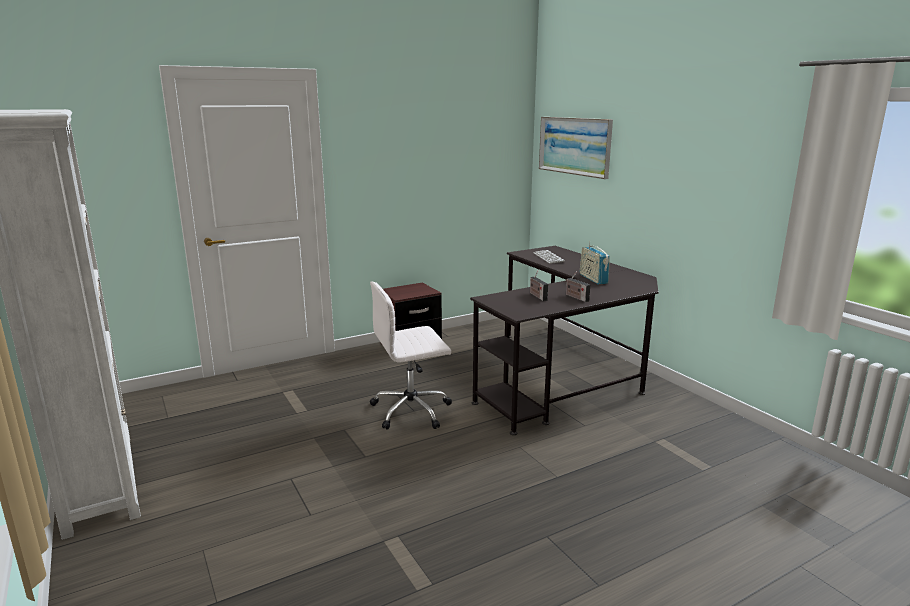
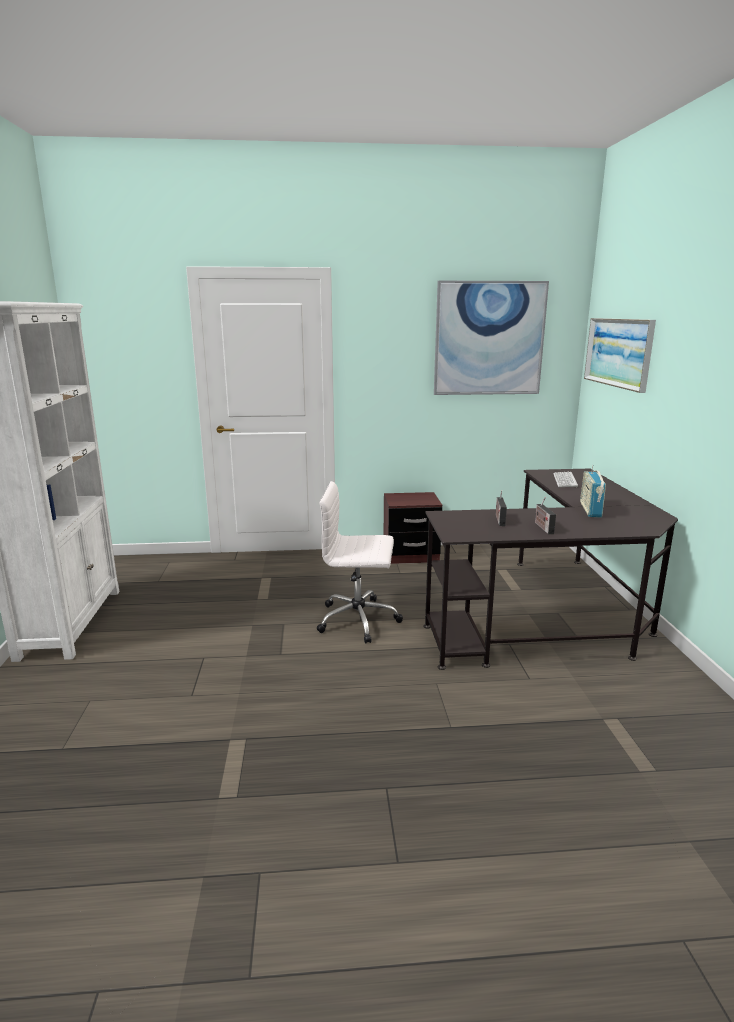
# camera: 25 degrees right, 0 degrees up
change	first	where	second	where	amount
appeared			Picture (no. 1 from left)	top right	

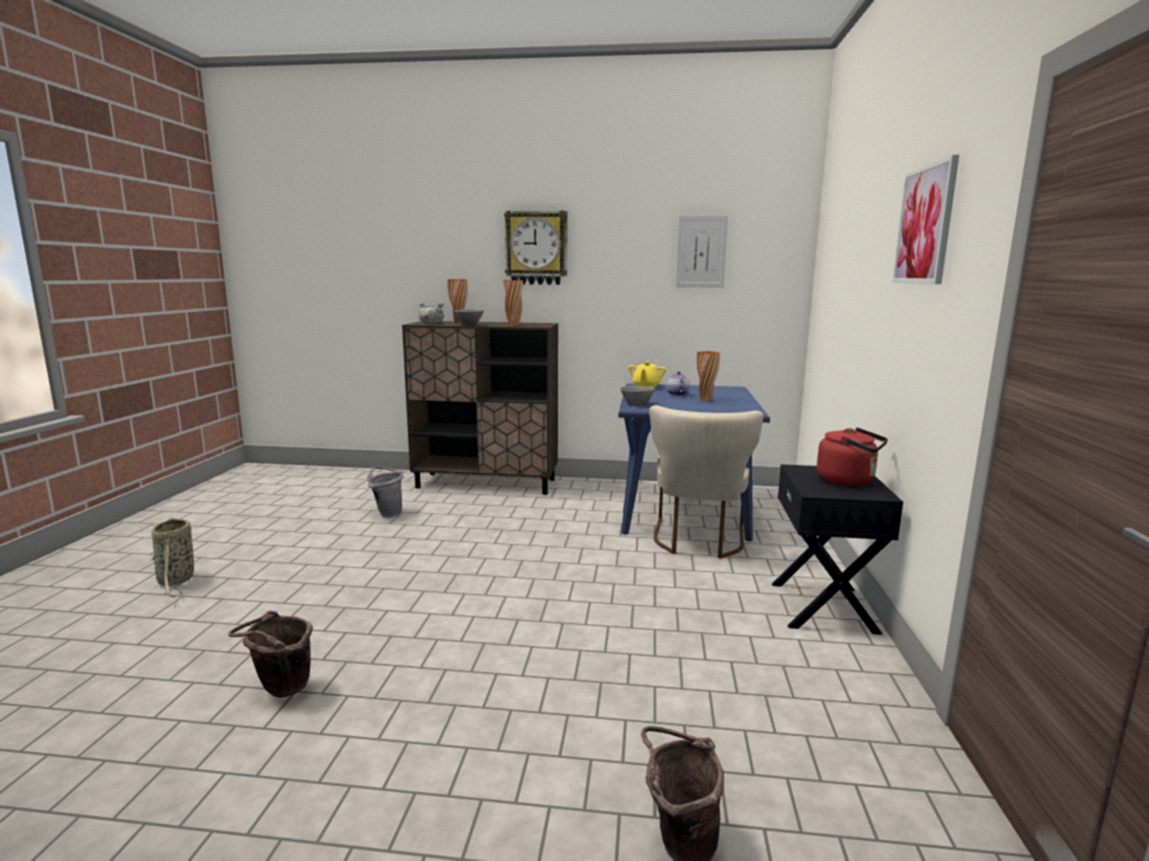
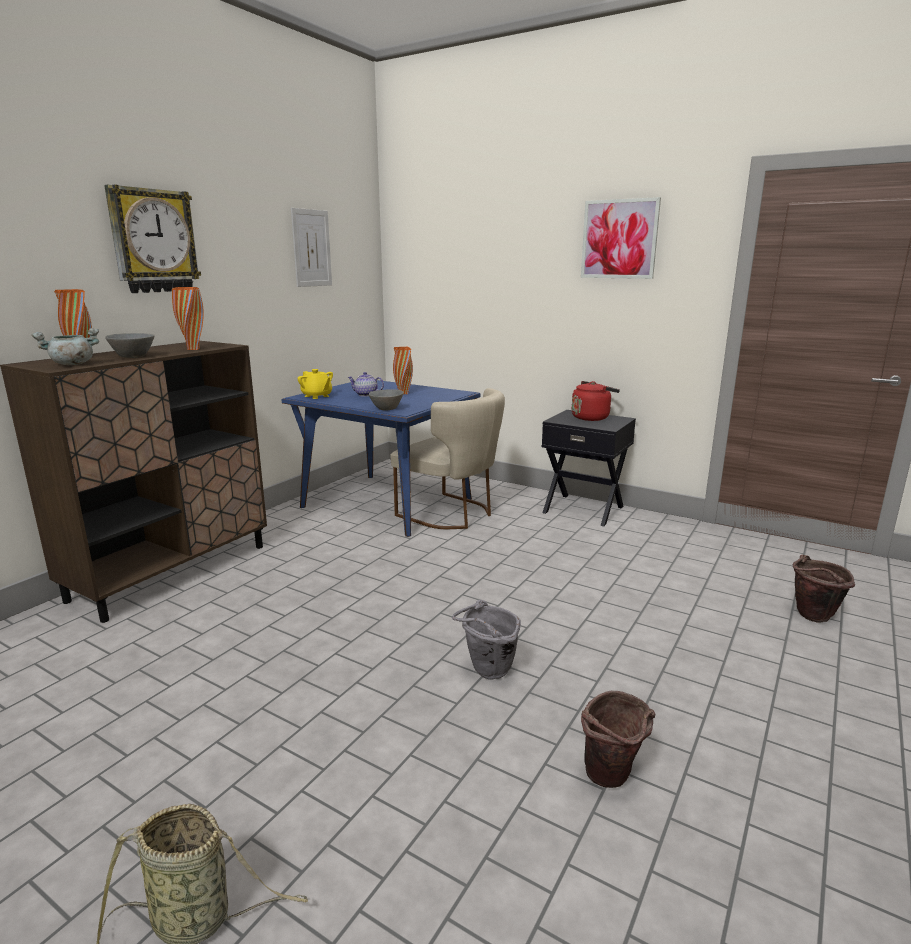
# camera: 65 degrees left, 5 degrees up
change	first	where	second	where	amount
relocated	GreyishPail	centre		bottom centre	

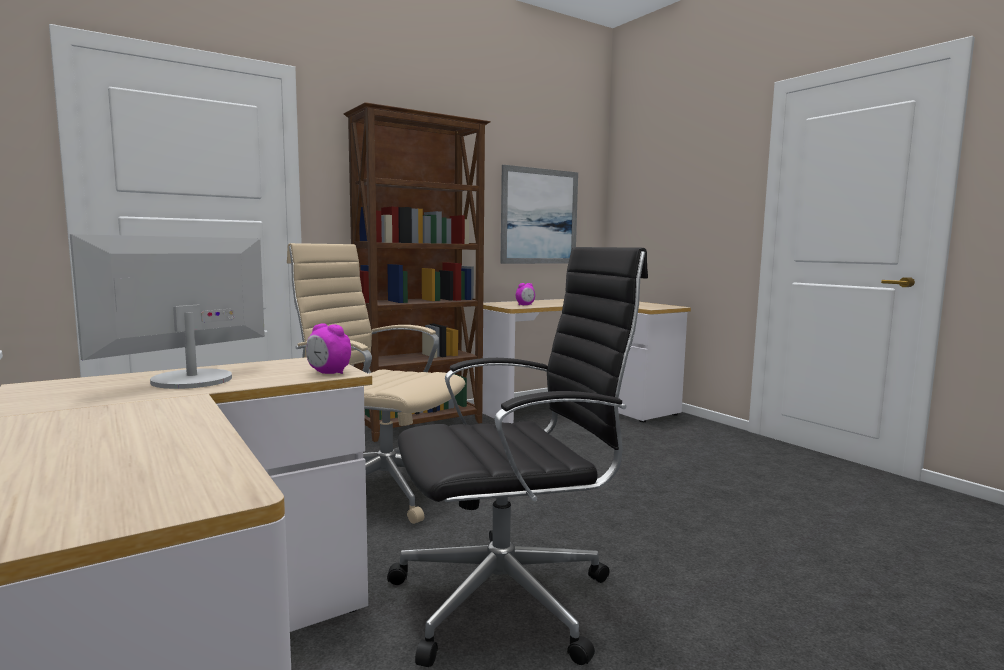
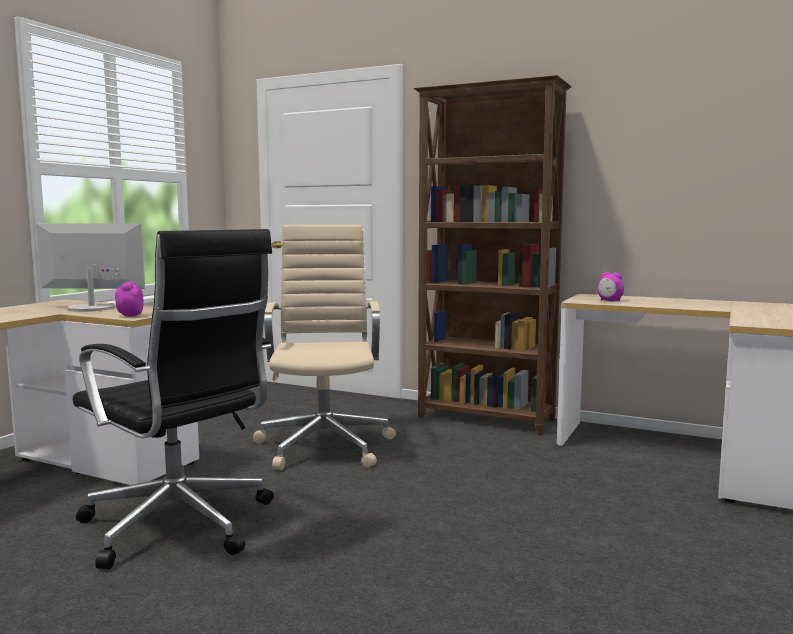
# camera: 60 degrees right, 0 degrees up
change	first	where	second	where	amount
missing	Picture	top centre			

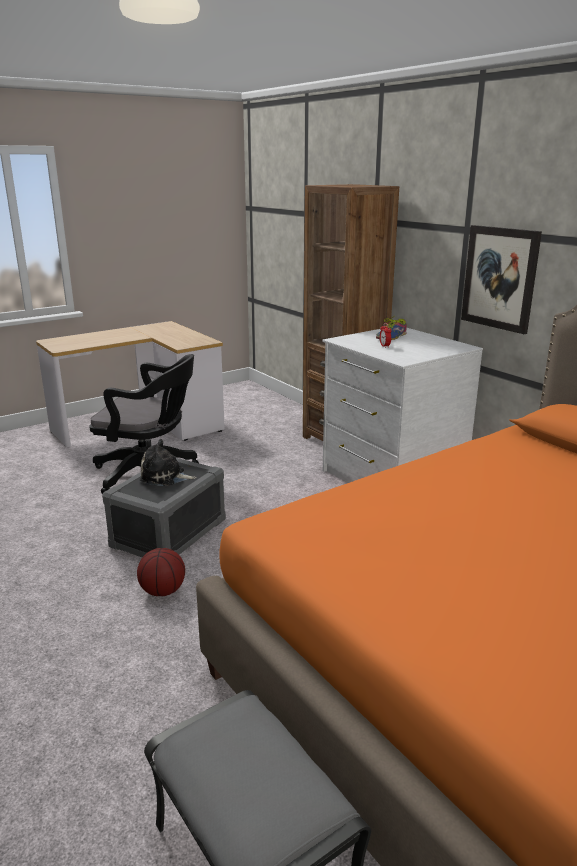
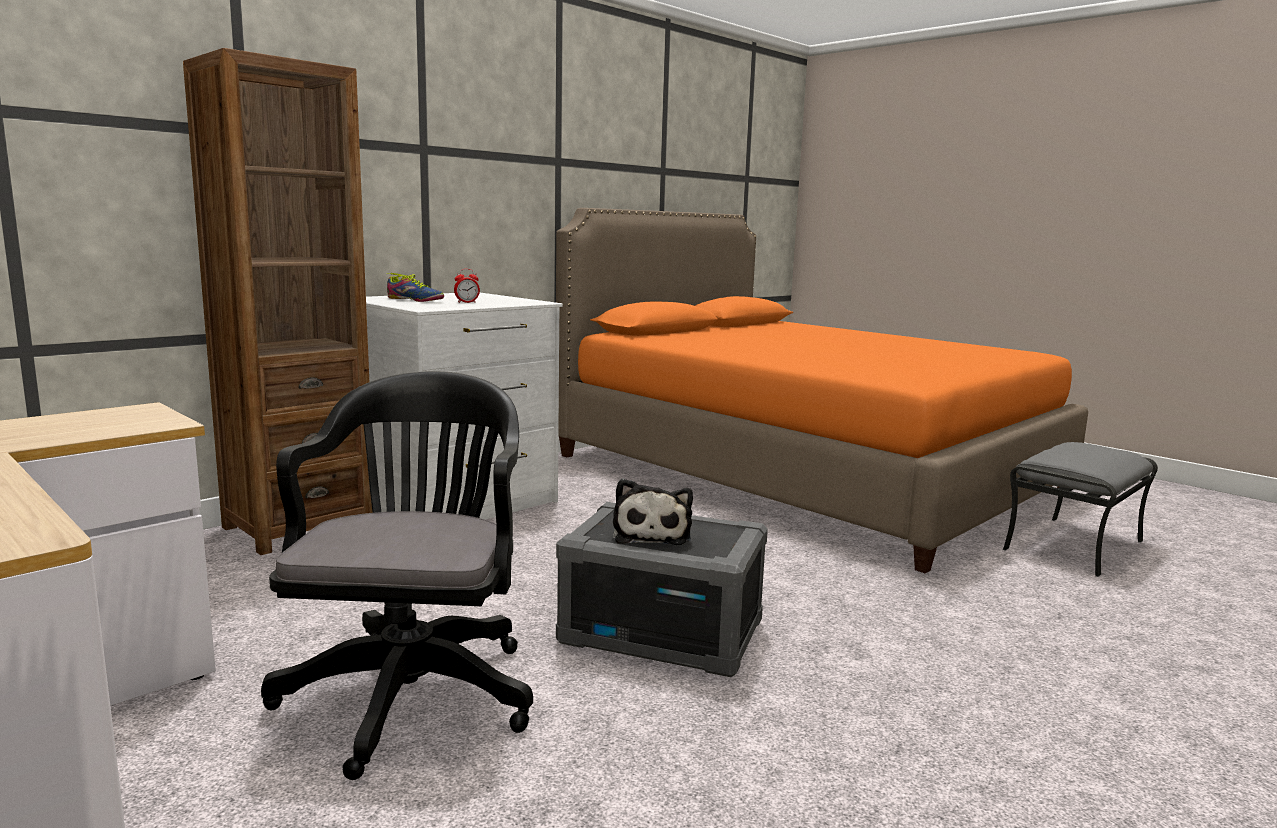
# camera: 100 degrees left, 10 degrees down
change	first	where	second	where	amount
missing	BallForBasketball	middle left			
missing	Picture	top right			

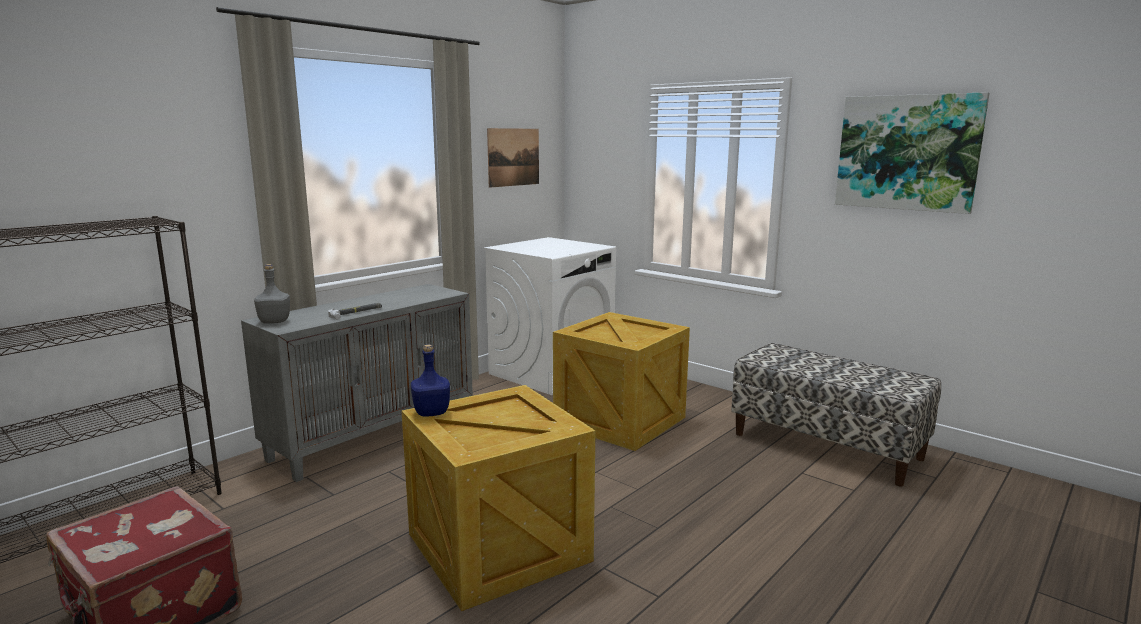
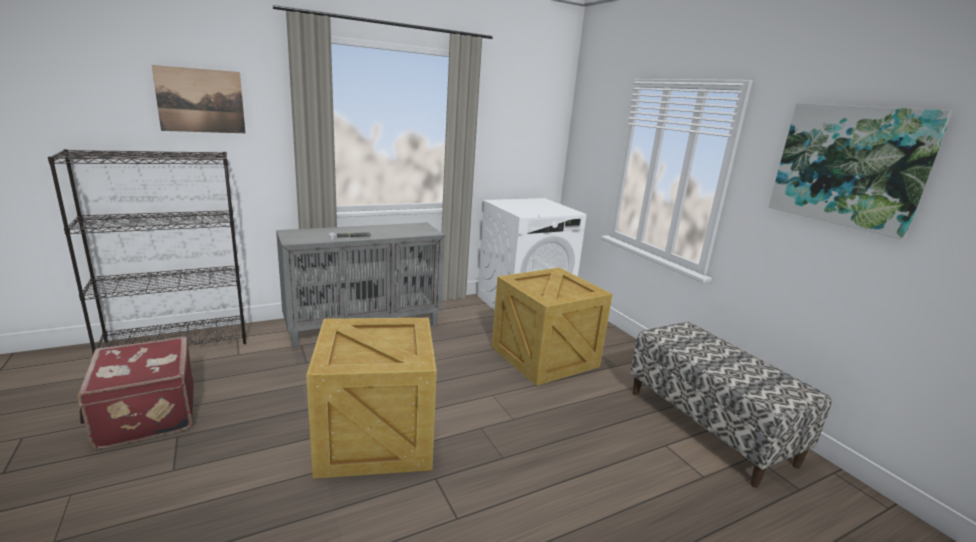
# camera: 20 degrees right, 5 degrees up
change	first	where	second	where	amount
missing	GreyishBottle	middle left			
missing	BlueBottle	centre			
relocated	Picture (no. 1 from left)	top centre		top left	

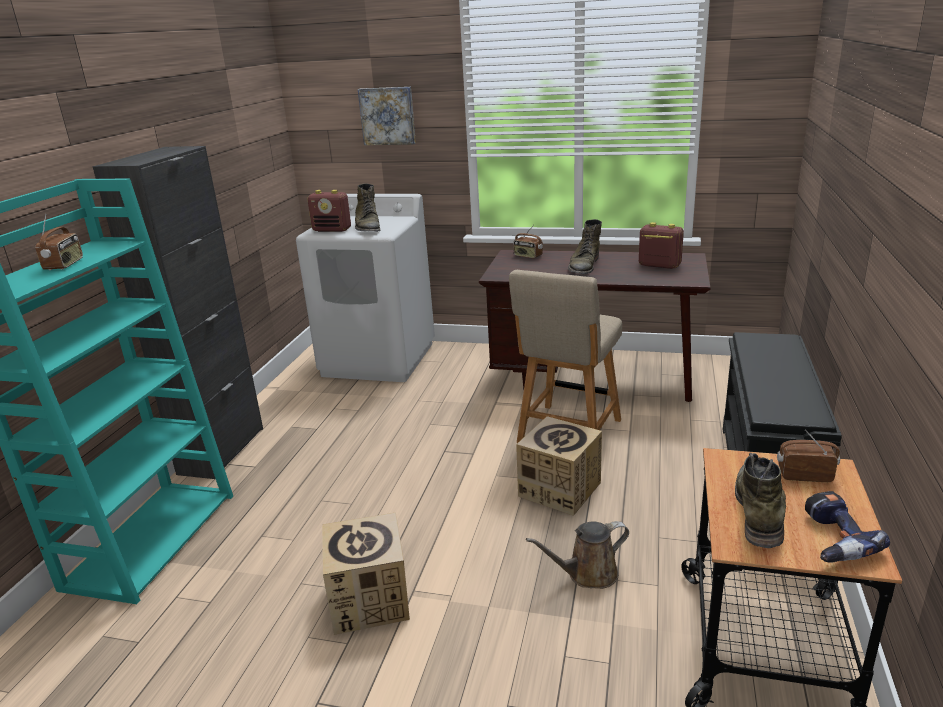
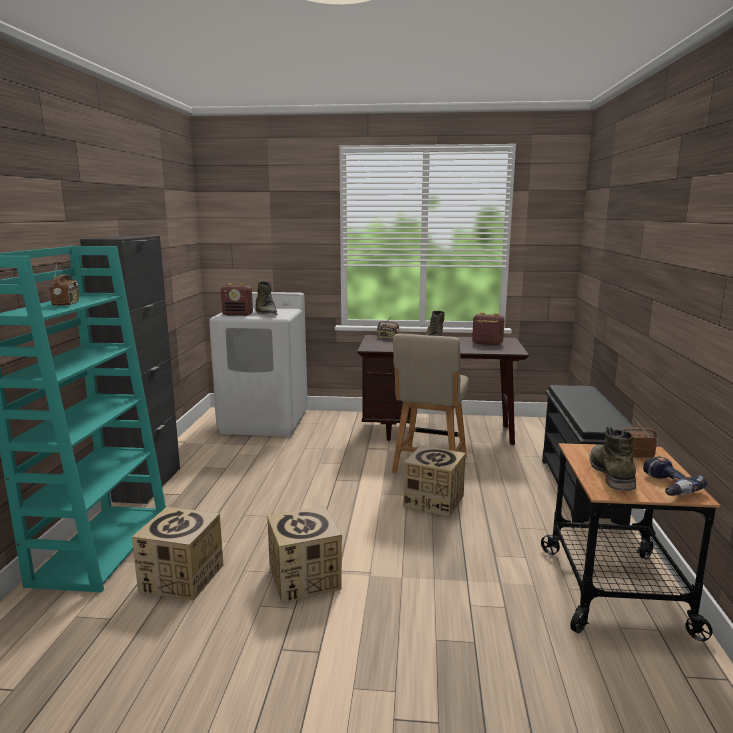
# camera: 10 degrees left, 10 degrees down
change	first	where	second	where	amount
missing	Picture	top centre			
missing	BrownWateringCan	bottom centre			
appeared			PackingBox (no. 1 from left)	bottom left	

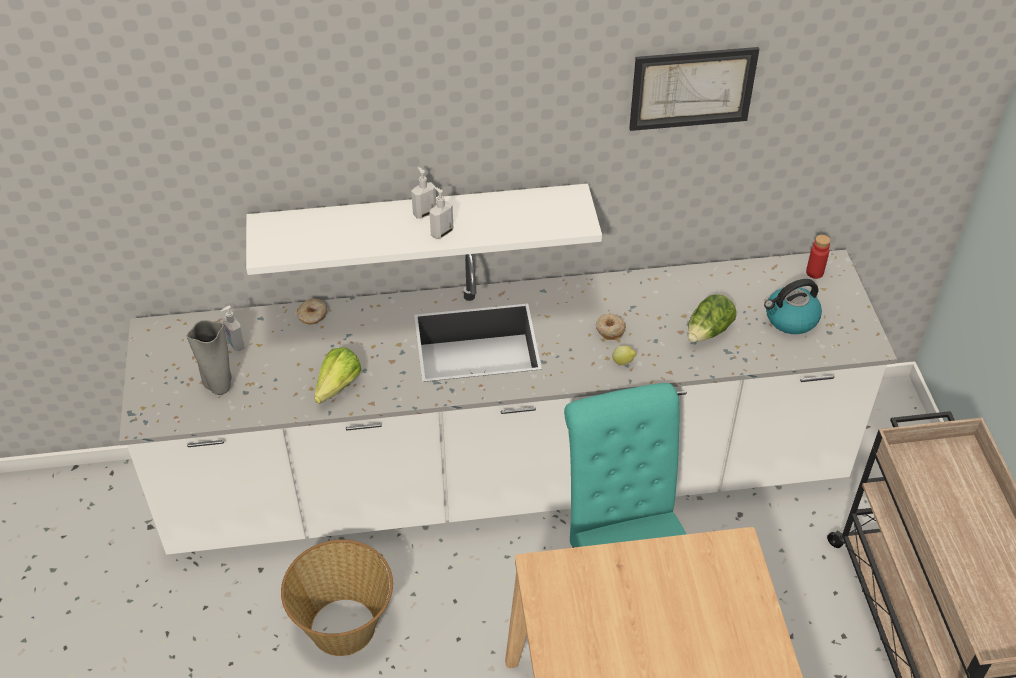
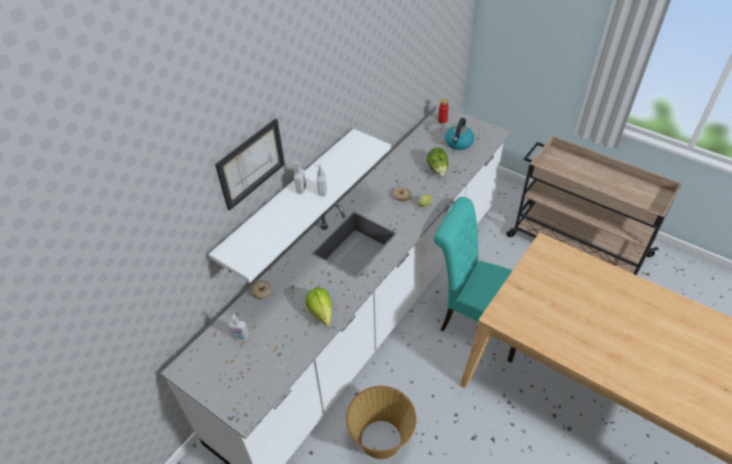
# camera: 45 degrees left, 0 degrees up
change	first	where	second	where	amount
missing	GreyishFlowerVase	middle left			
relocated	Picture	top right		centre	

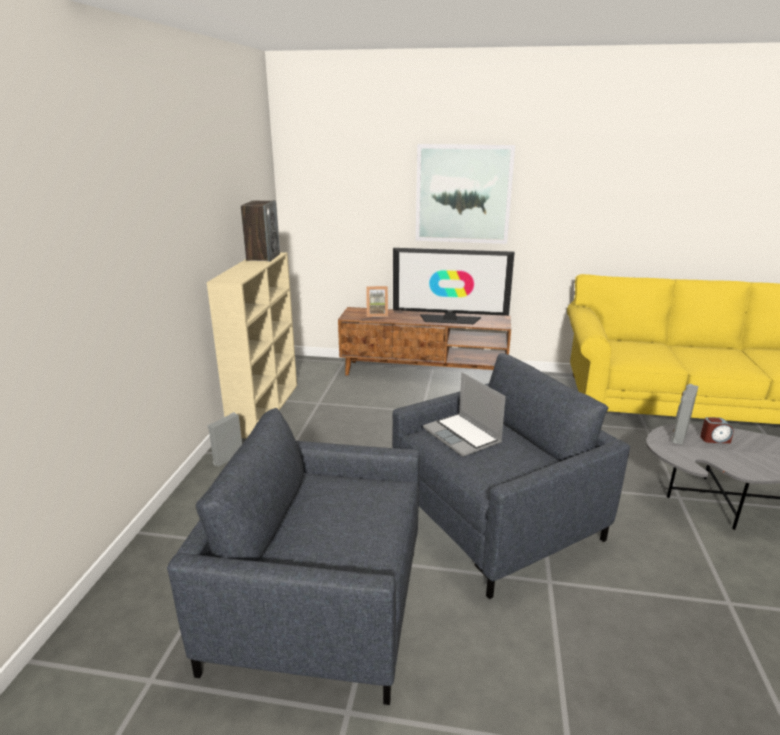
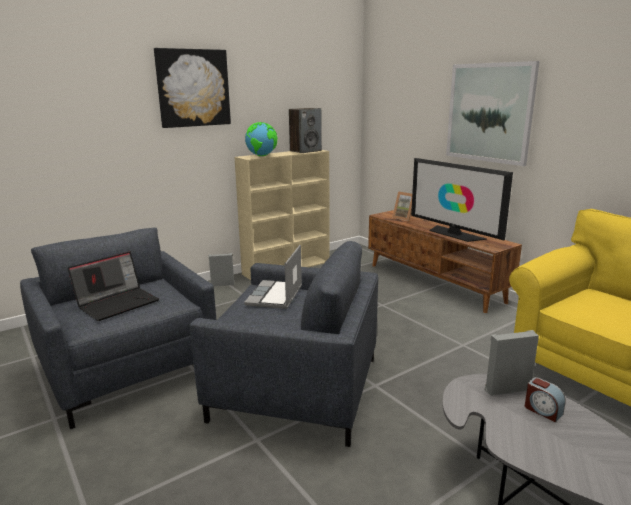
# camera: 45 degrees right, 5 degrees down
change	first	where	second	where	amount
appeared			PortableComputer (no. 1 from left)	middle left	
appeared			Picture (no. 1 from left)	top left	
appeared			DeskGlobe	top centre	

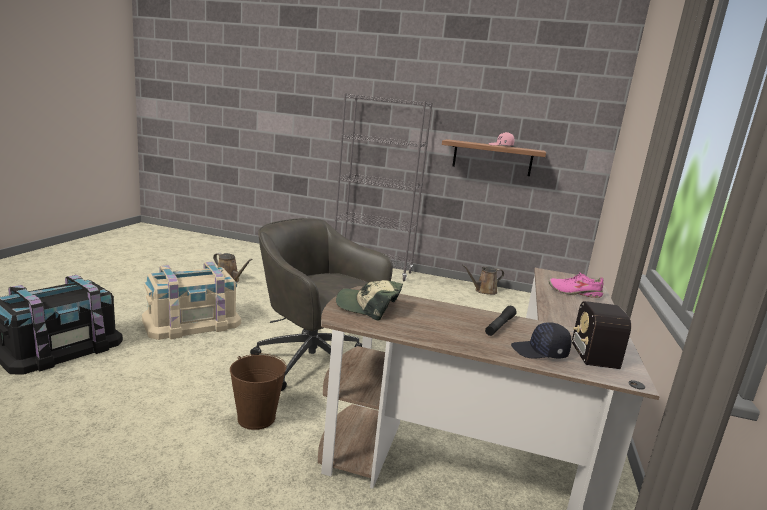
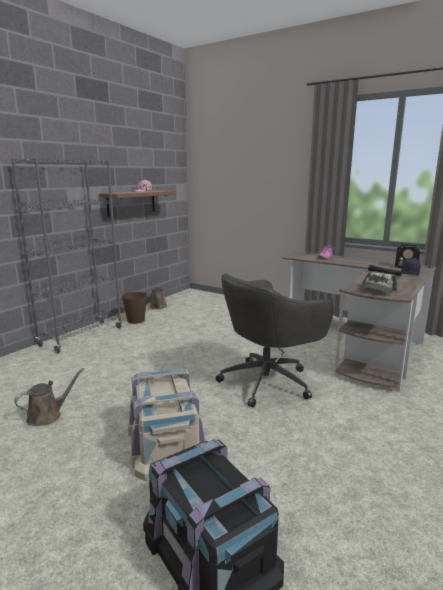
# camera: 70 degrees left, 0 degrees up
change	first	where	second	where	amount
relocated	BrownPail	bottom centre		middle left	

